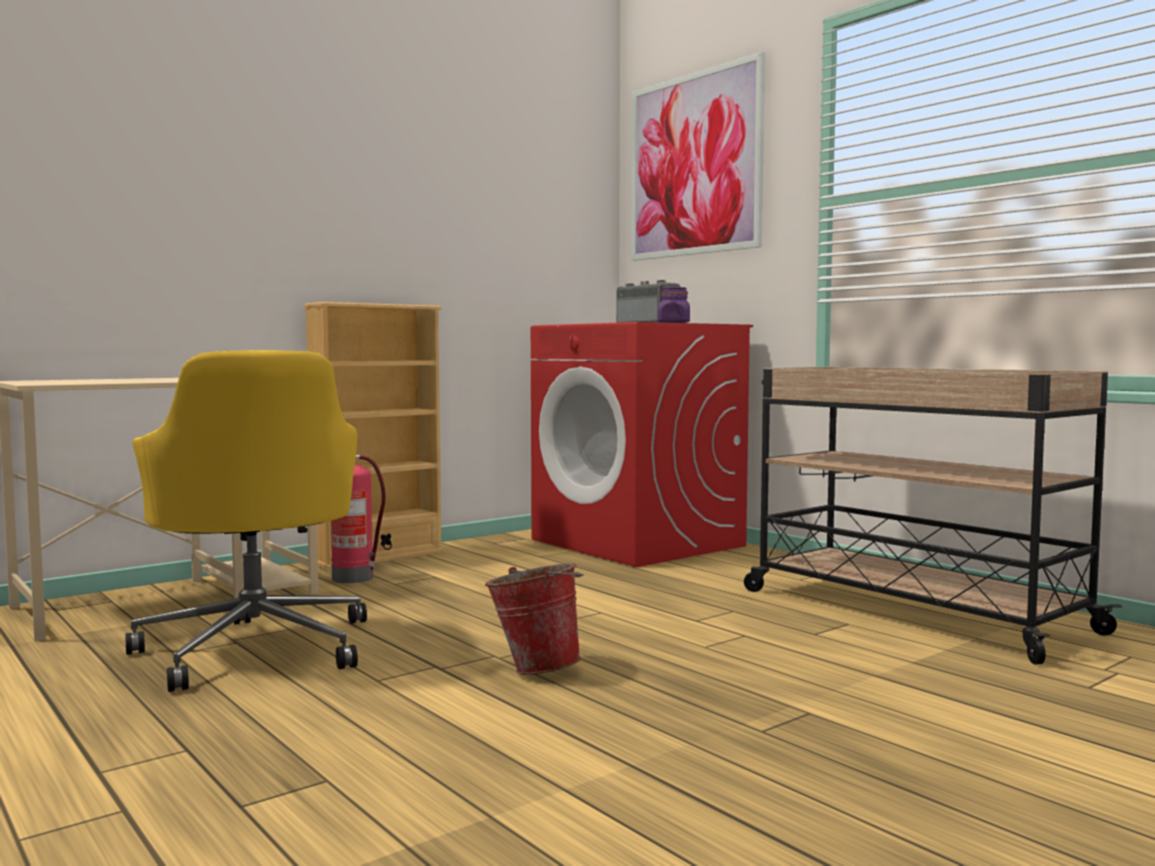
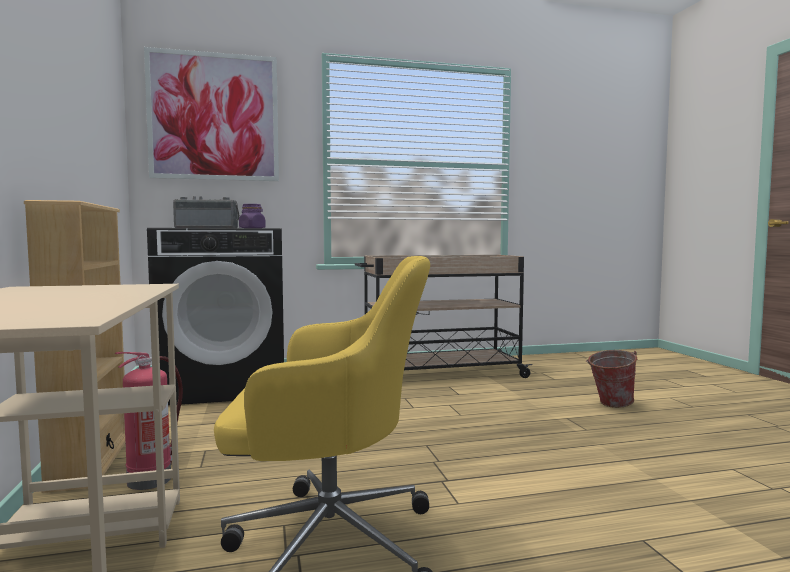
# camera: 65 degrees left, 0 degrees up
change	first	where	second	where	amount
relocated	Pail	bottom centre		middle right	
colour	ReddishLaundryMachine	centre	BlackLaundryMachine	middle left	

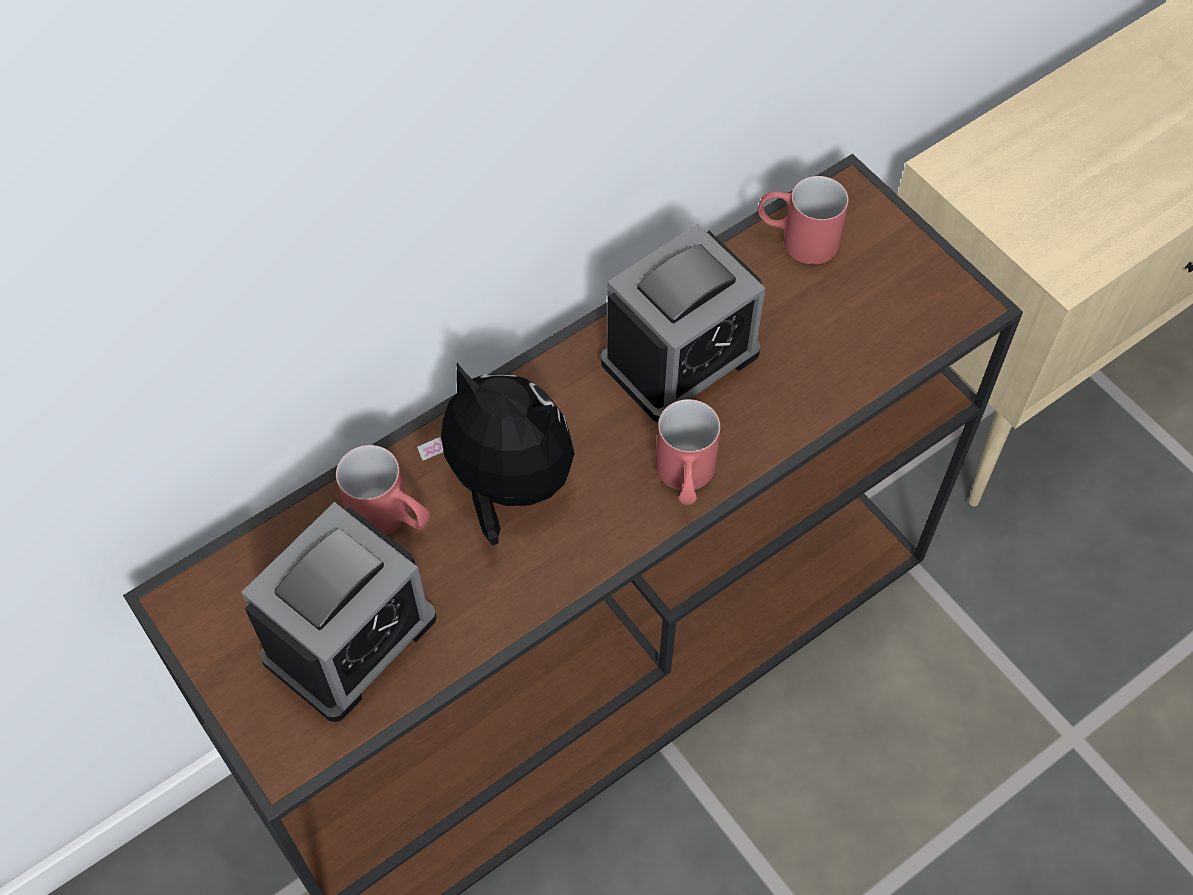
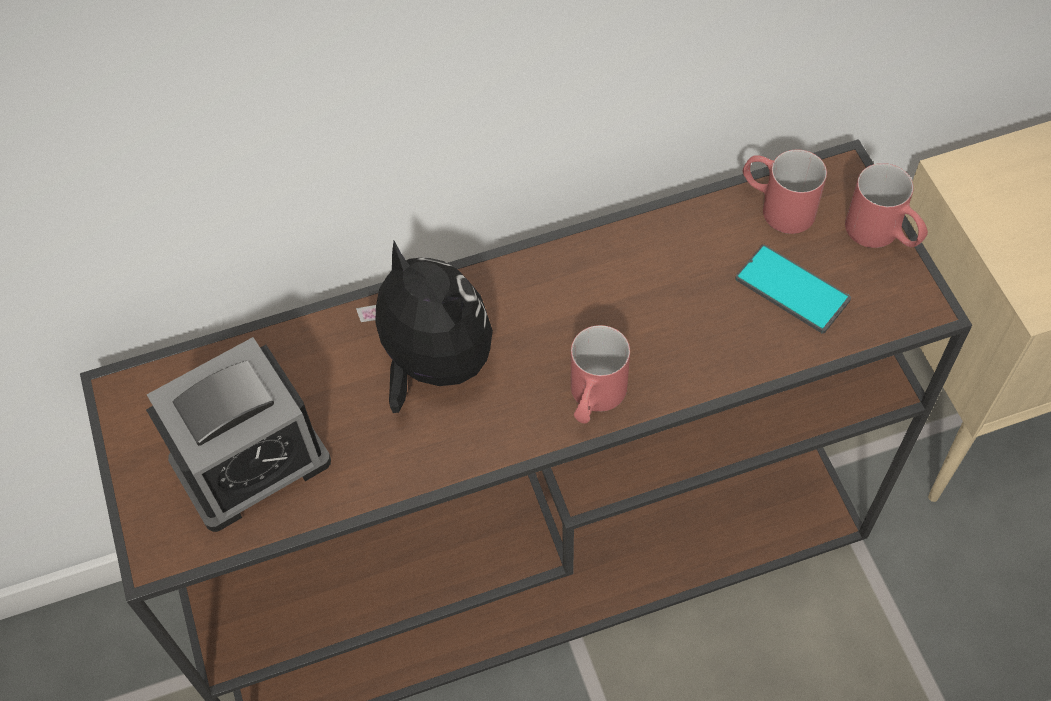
# camera: 20 degrees right, 0 degrees up
change	first	where	second	where	amount
relocated	ReddishMug (no. 1 from left in the first image)	middle left	ReddishMug (no. 3 from left)	top right	
missing	TableClock (no. 2 from left)	centre			
appeared			Phone	middle right	

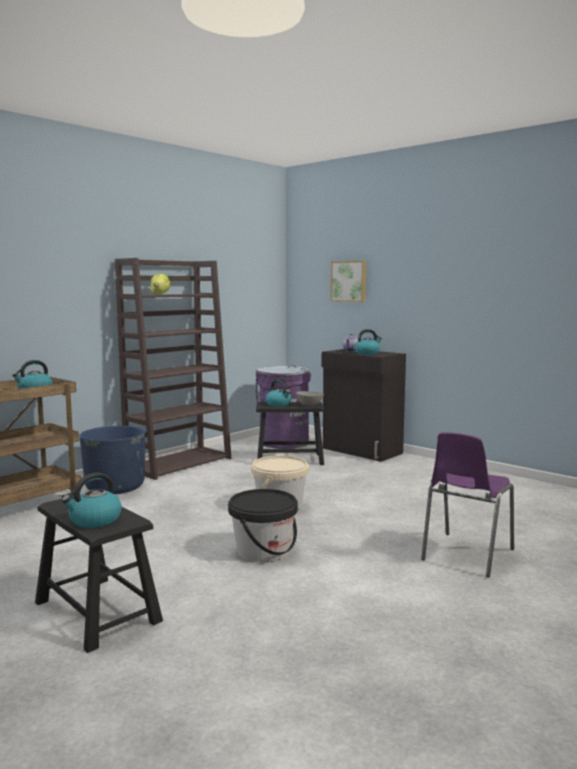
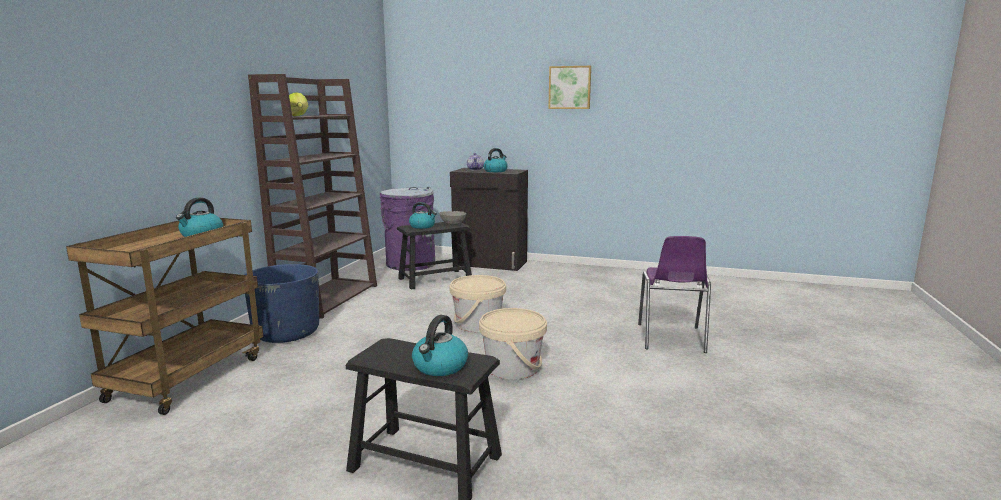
# camera: 25 degrees left, 5 degrees up
change	first	where	second	where	amount
colour	BlackPail	bottom centre	SandColouredPail (no. 2 from left)	bottom centre	
relocated	Picture	centre		top centre	

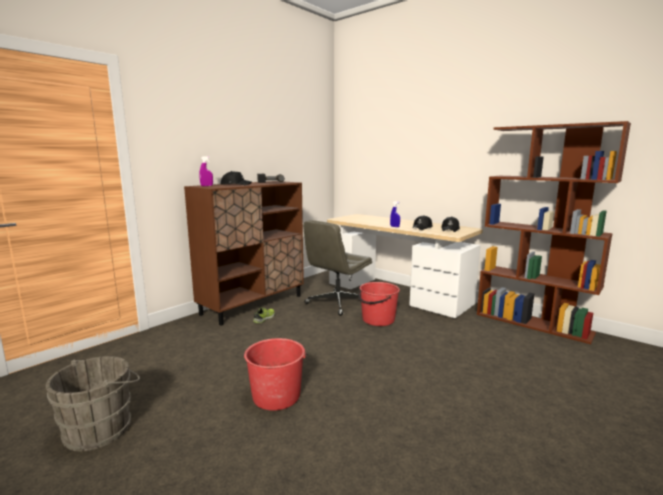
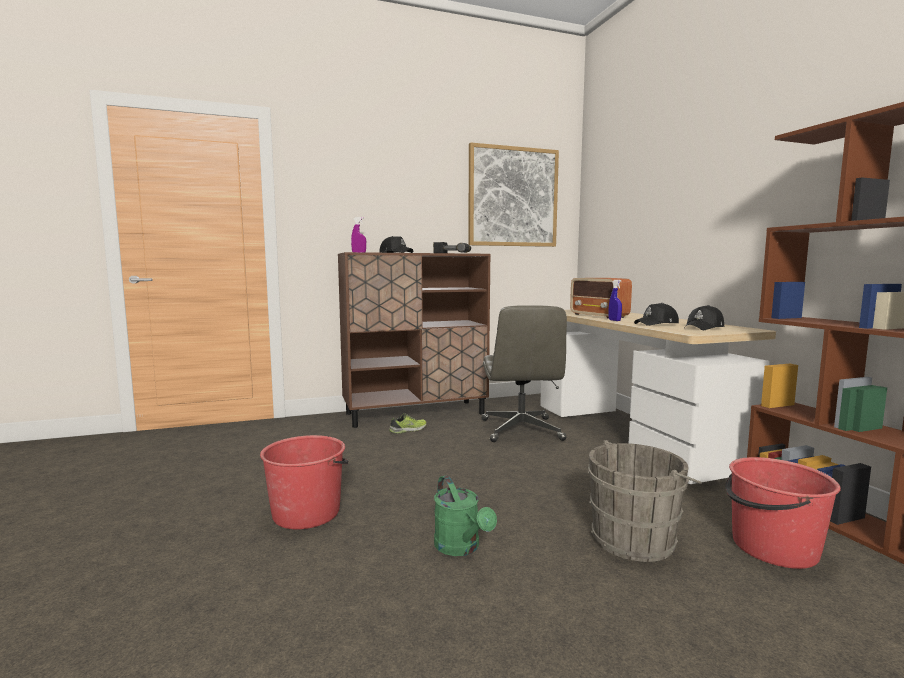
# camera: 30 degrees right, 5 degrees down
change	first	where	second	where	amount
relocated	GreyishPail	bottom left		bottom right	
spun	GreyishOfficeChair	centre		centre	75 degrees counterclockwise
relocated	ReddishPail (no. 2 from left)	centre		bottom right	
appeared			GreenColouredWateringCan	bottom centre	
appeared			Picture	top centre	
appeared			Radio	centre	

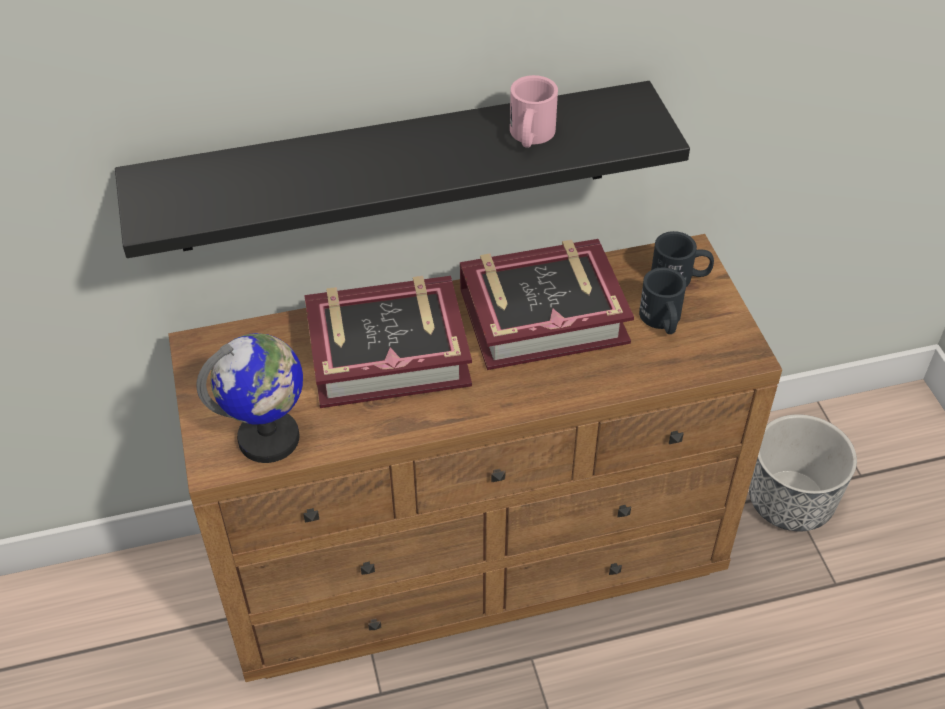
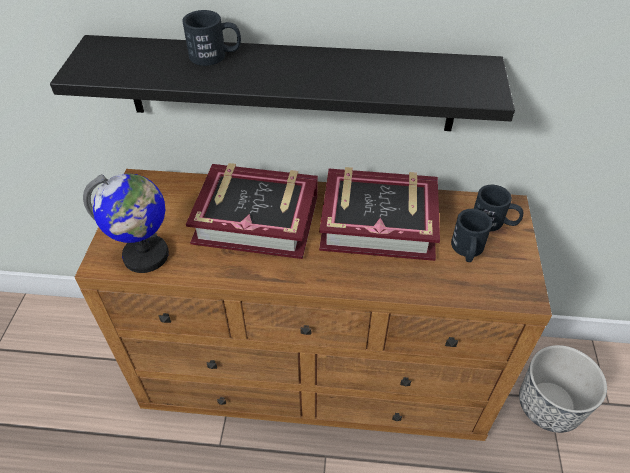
# camera: 20 degrees right, 0 degrees up
change	first	where	second	where	amount
missing	PinkColouredMug	top centre			
appeared			BlackMug (no. 1 from left)	top centre	

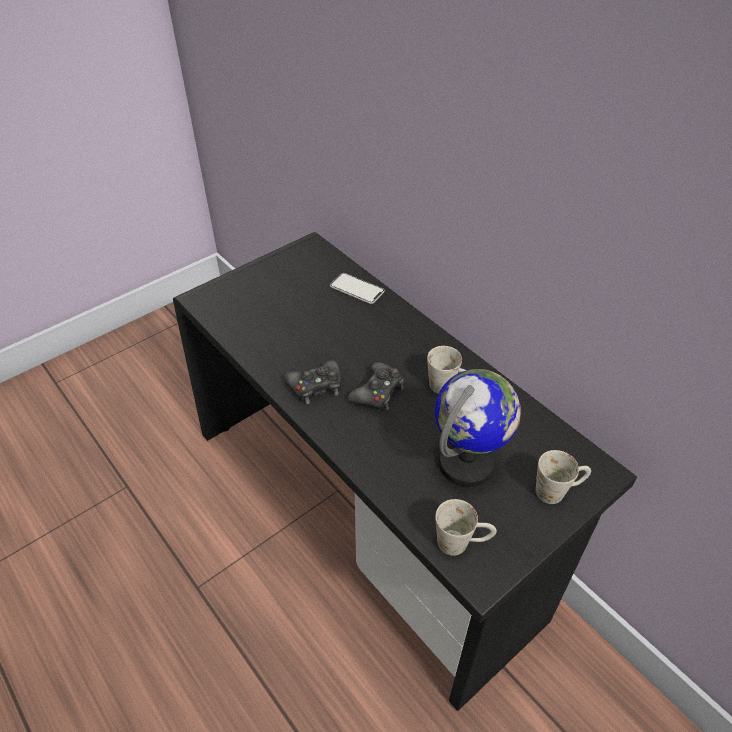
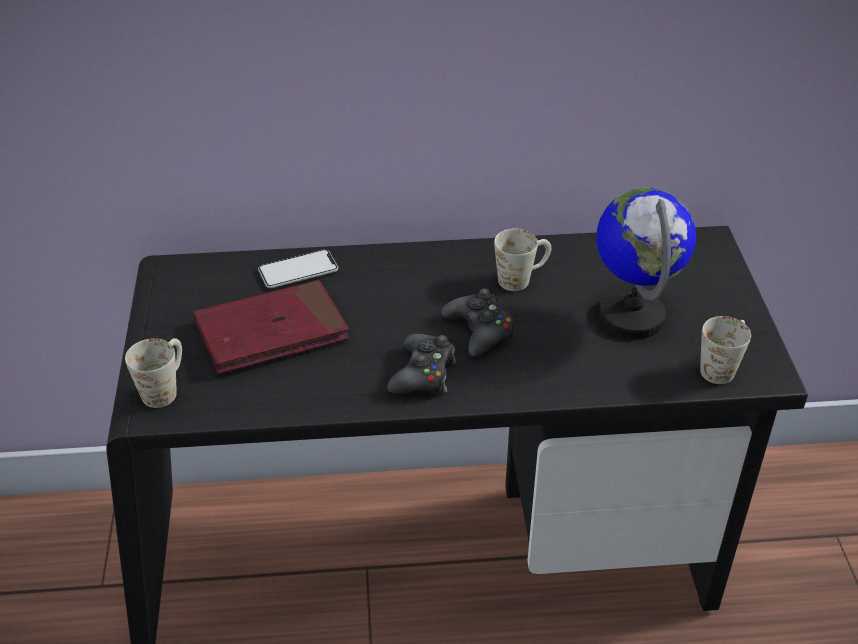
# camera: 55 degrees left, 5 degrees down
change	first	where	second	where	amount
relocated	WhiteColouredMug (no. 3 from left in the first image)	middle right	WhiteColouredMug (no. 1 from left)	middle left	
appeared			ReddishBoundBook	middle left	

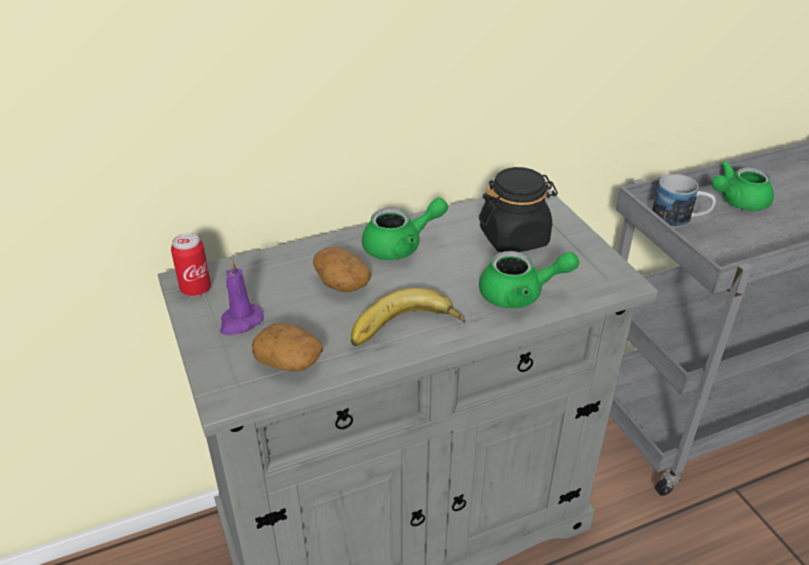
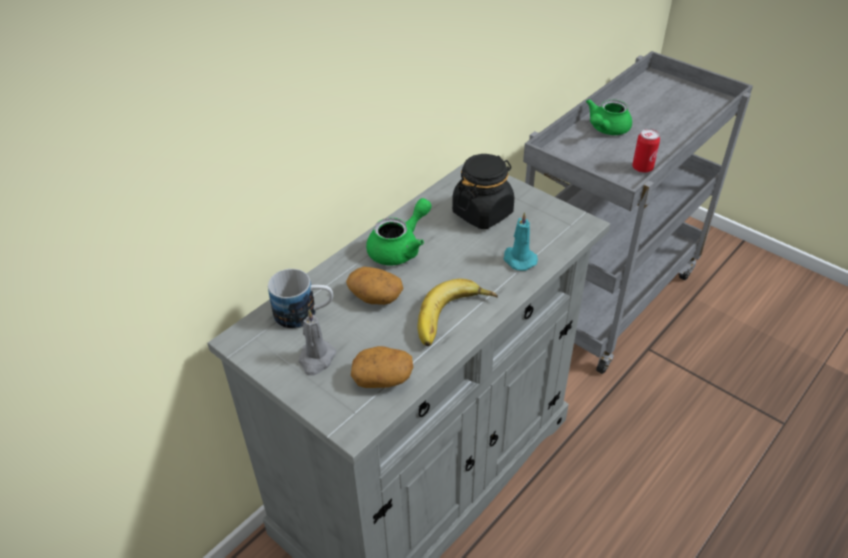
# camera: 25 degrees left, 5 degrees up
change	first	where	second	where	amount
relocated	Can	middle left		top right	
colour	PurpleWaxCandle	middle left	GreyishWaxCandle	centre	
exchanged	GreenColouredTeapot (no. 2 from left)	centre	TurquoiseWaxCandle	centre	
relocated	Mug	middle right		centre	

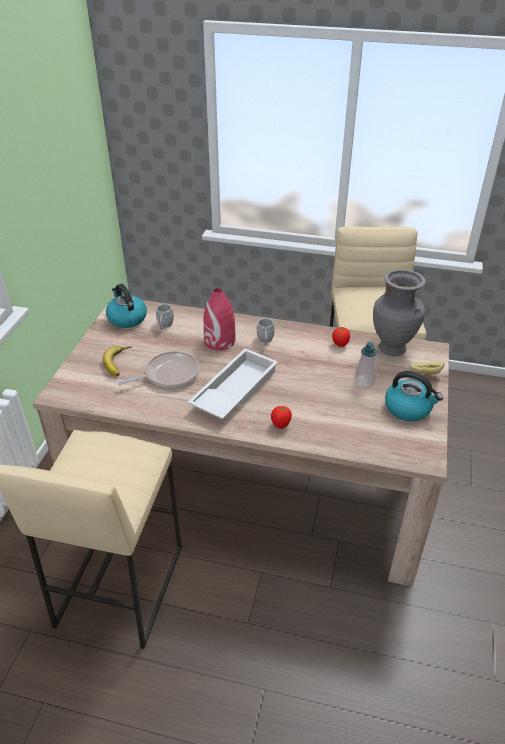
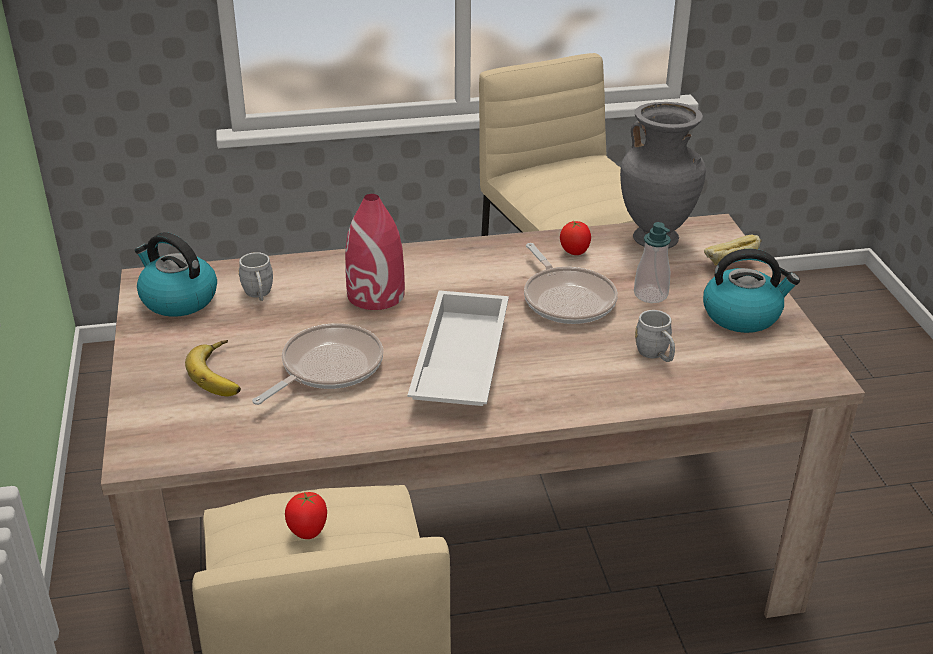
# camera: 25 degrees left, 5 degrees down
change	first	where	second	where	amount
relocated	GreyishMug (no. 2 from left)	centre		middle right	
relocated	Tomato (no. 1 from left)	centre		bottom left	
appeared			Pan (no. 2 from left)	centre	

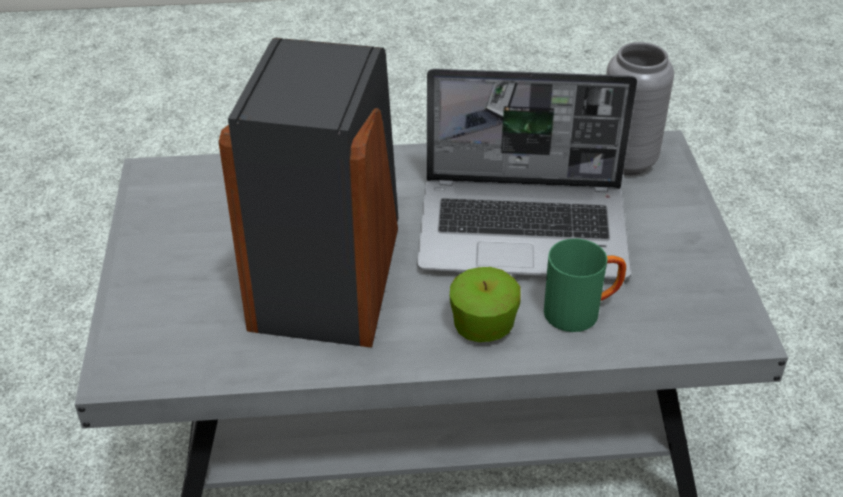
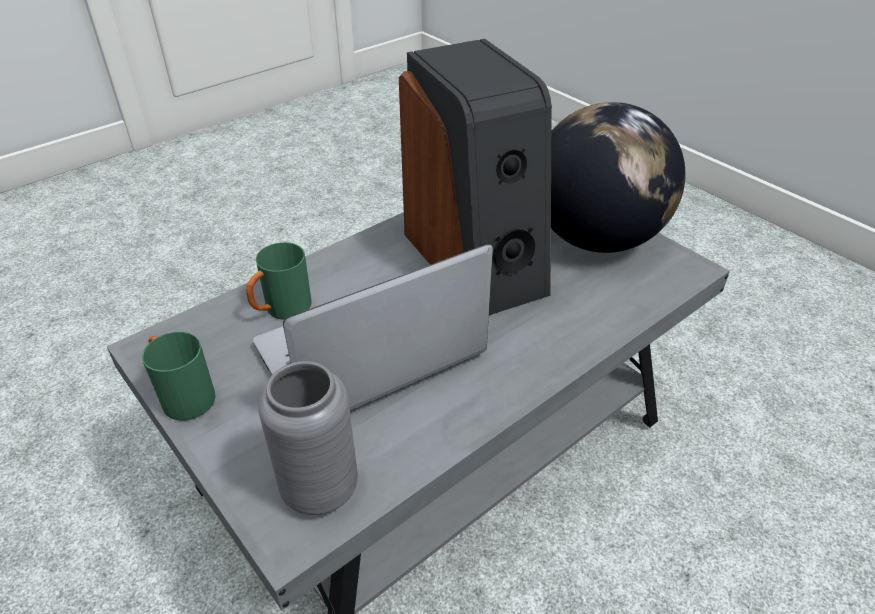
# camera: 145 degrees right, 0 degrees up
change	first	where	second	where	amount
missing	AppleFruit	centre			
appeared			GreenColouredMug (no. 1 from left)	middle left	
appeared			DeskGlobe	top right	

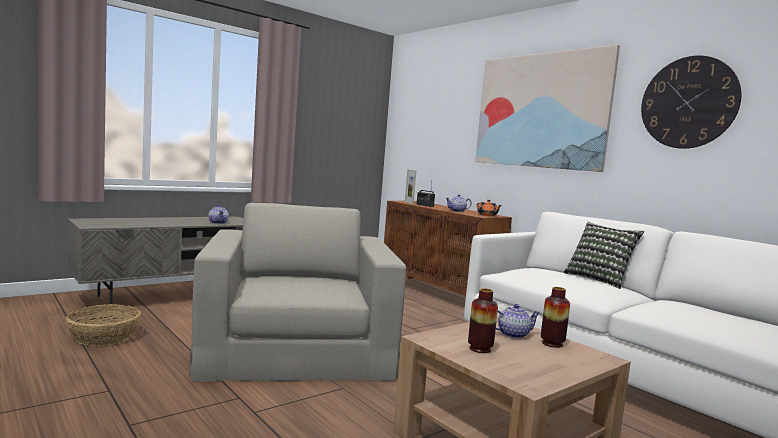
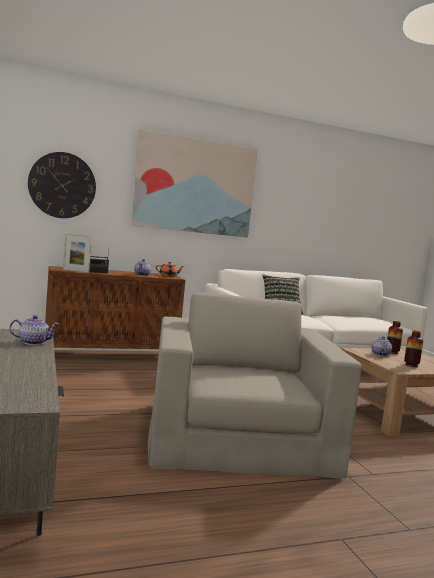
# camera: 70 degrees left, 0 degrees up
change	first	where	second	where	amount
missing	HouseholdBasket	bottom left			
spun	SandColouredEasyChair	bottom centre		bottom centre	75 degrees clockwise
relocated	HangingClock	top right		top left	

